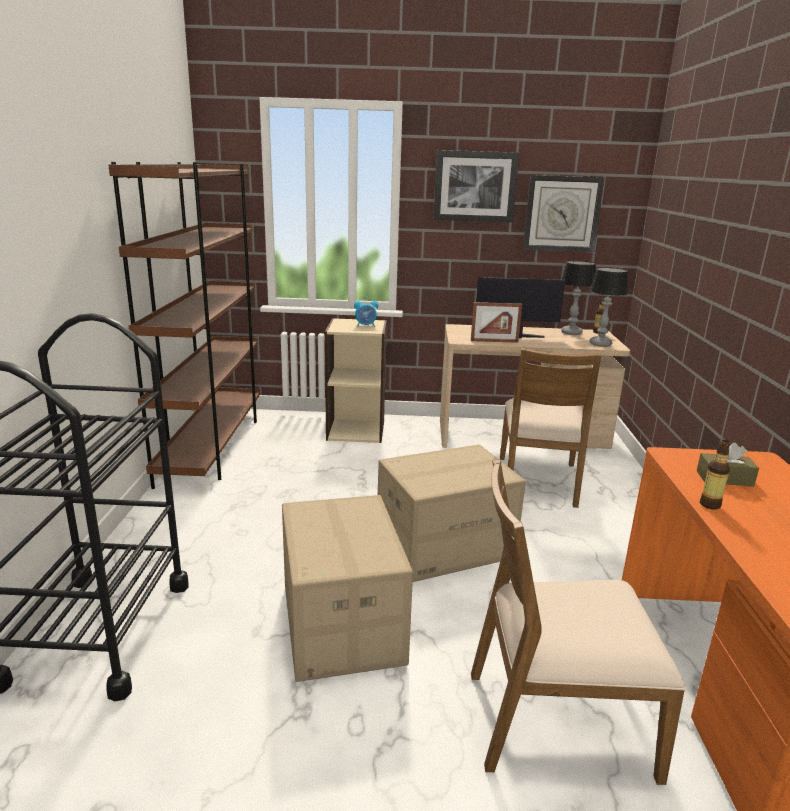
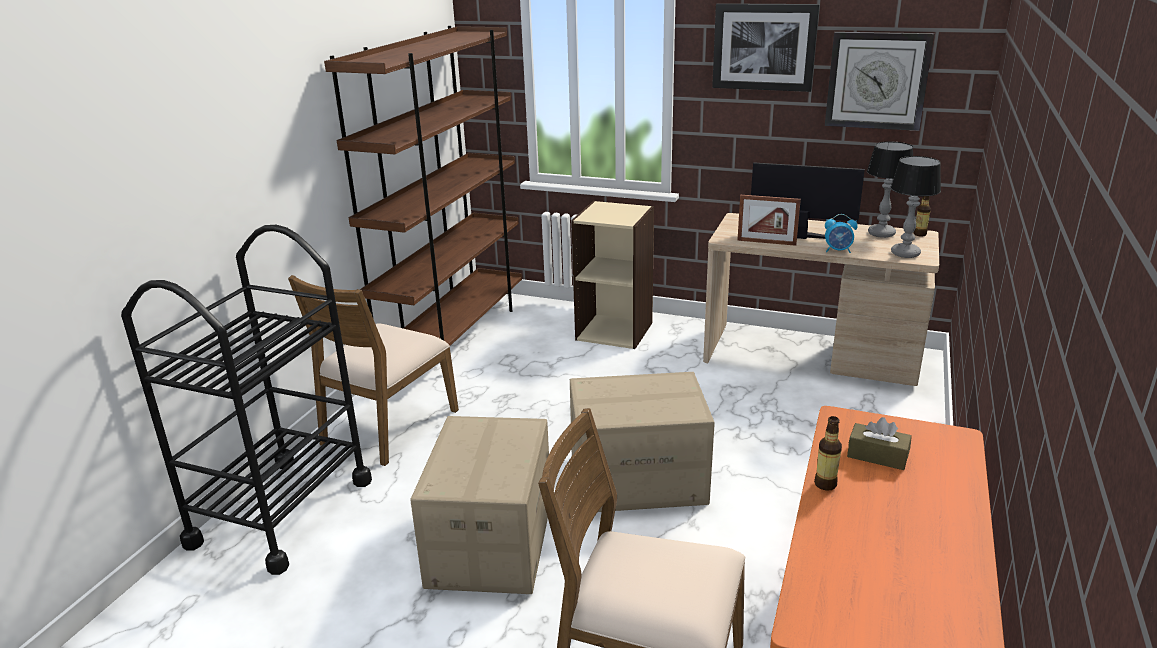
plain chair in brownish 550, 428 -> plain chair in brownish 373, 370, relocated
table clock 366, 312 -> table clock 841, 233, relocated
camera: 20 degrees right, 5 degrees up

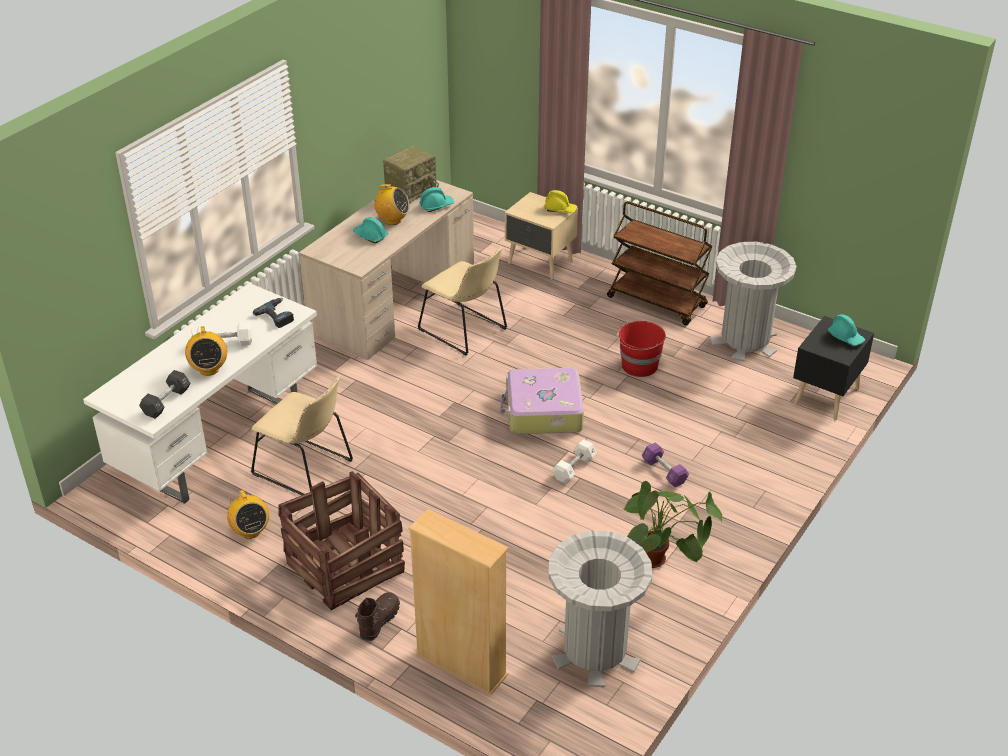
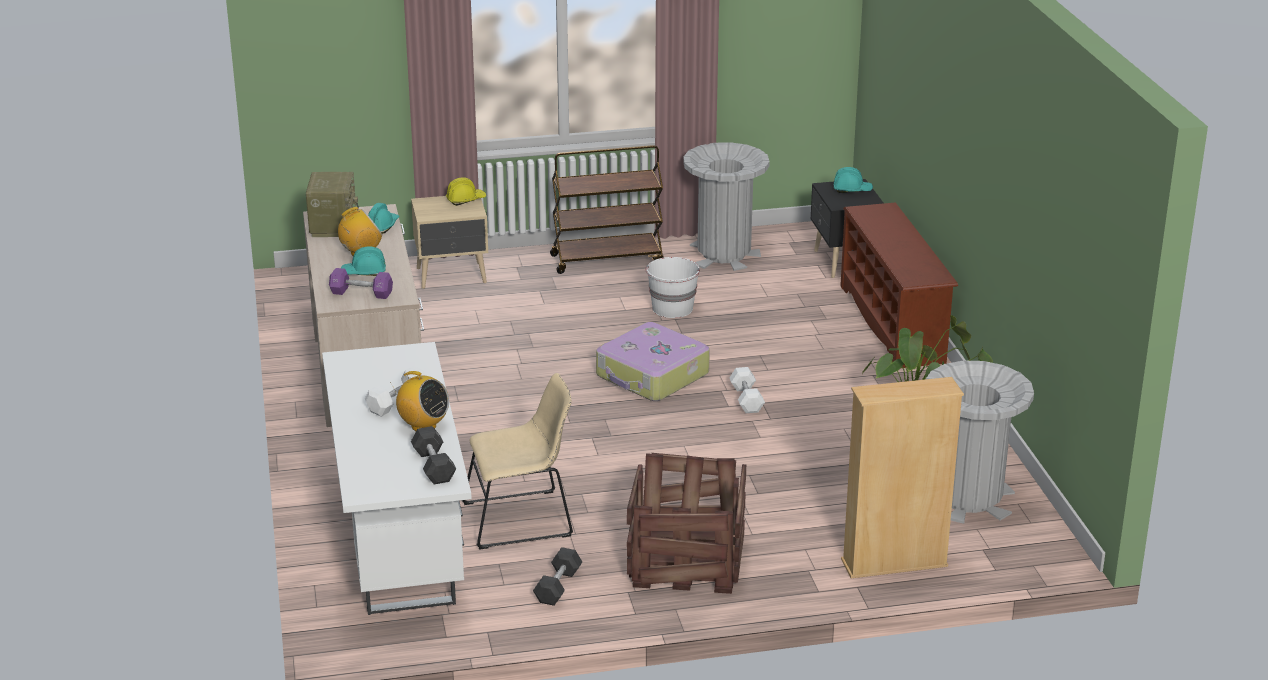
hand weight in purplish 665, 464 -> hand weight in purplish 361, 283, relocated
radio set 248, 514 -> hand weight in black 557, 576
bucket in red-coloured 641, 349 -> bucket in white-coloured 672, 287
none -> shoe stand in brownish 899, 285
drill 273, 313 -> none
boot in brownish 377, 616 -> none
plain chair in sand-coloured 462, 301 -> none
camera: 45 degrees left, 10 degrees down

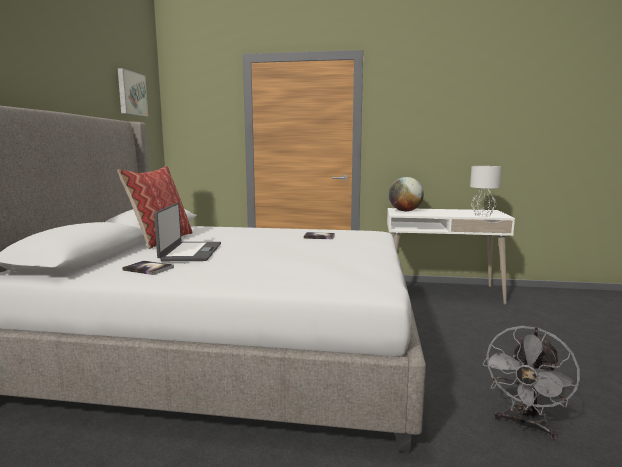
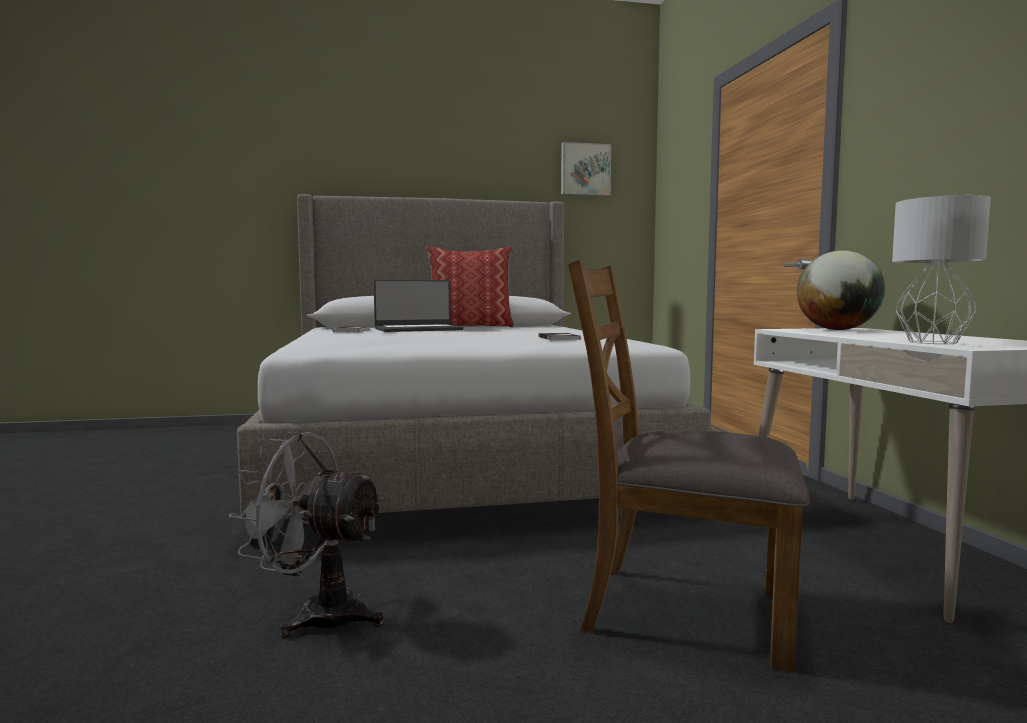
none -> plain chair in brownish 689, 466
camera: 70 degrees right, 5 degrees down

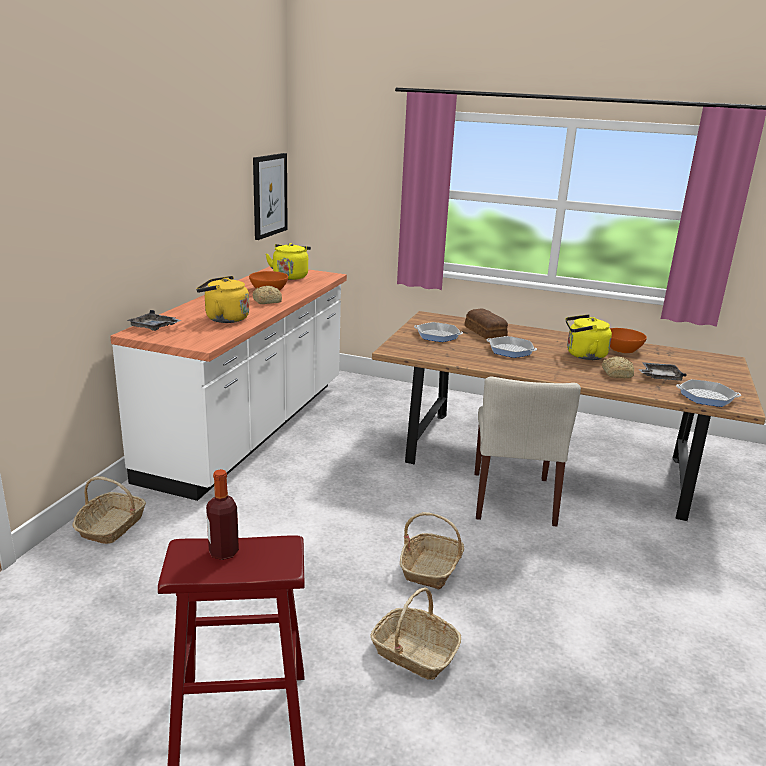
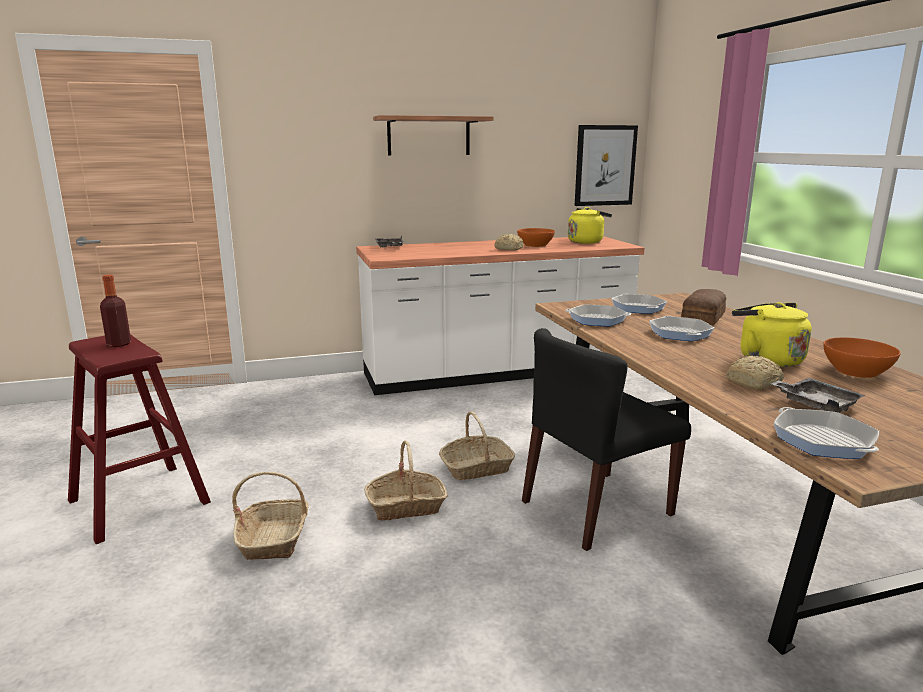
none -> shelf 433, 135
household basket 109, 510 -> household basket 477, 445, relocated
plain chair in sand-coloured 528, 451 -> plain chair in black 606, 439
none -> skillet 598, 315
kettle in yellow-coloured 222, 299 -> none
camera: 55 degrees right, 5 degrees down

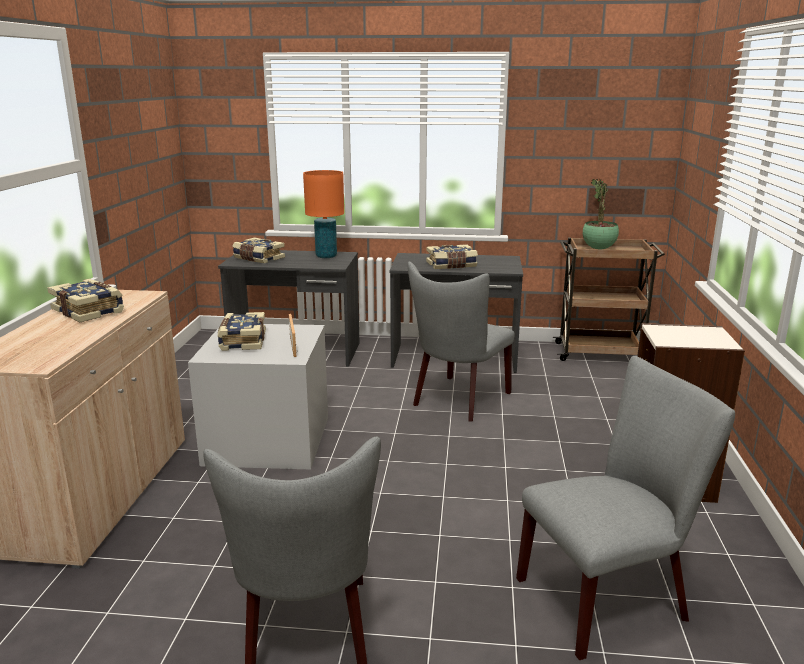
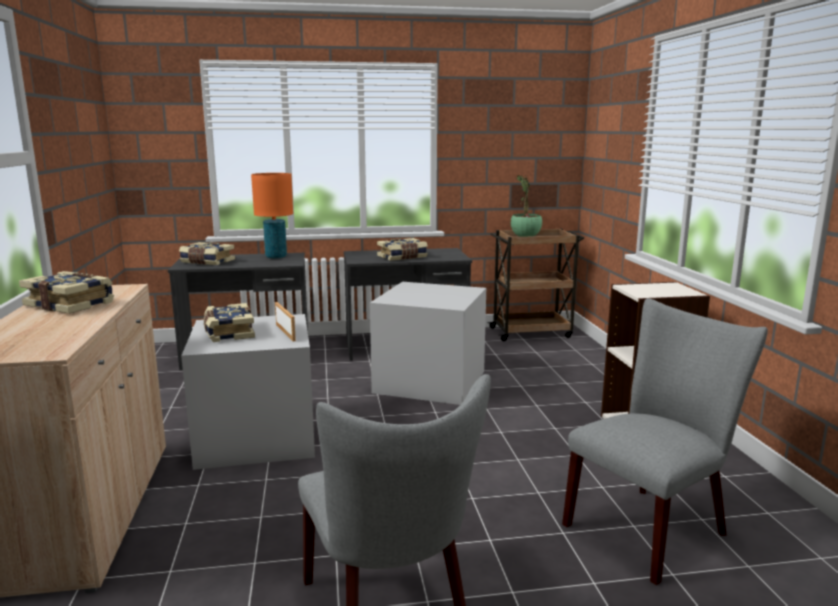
plain chair in greyish 461, 342 -> storage container in greyish 428, 343
camera: 15 degrees left, 5 degrees down

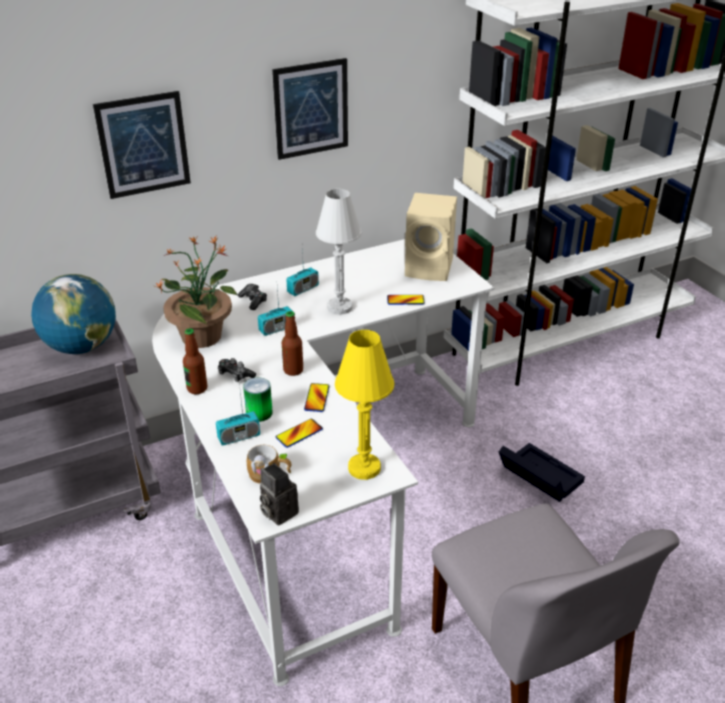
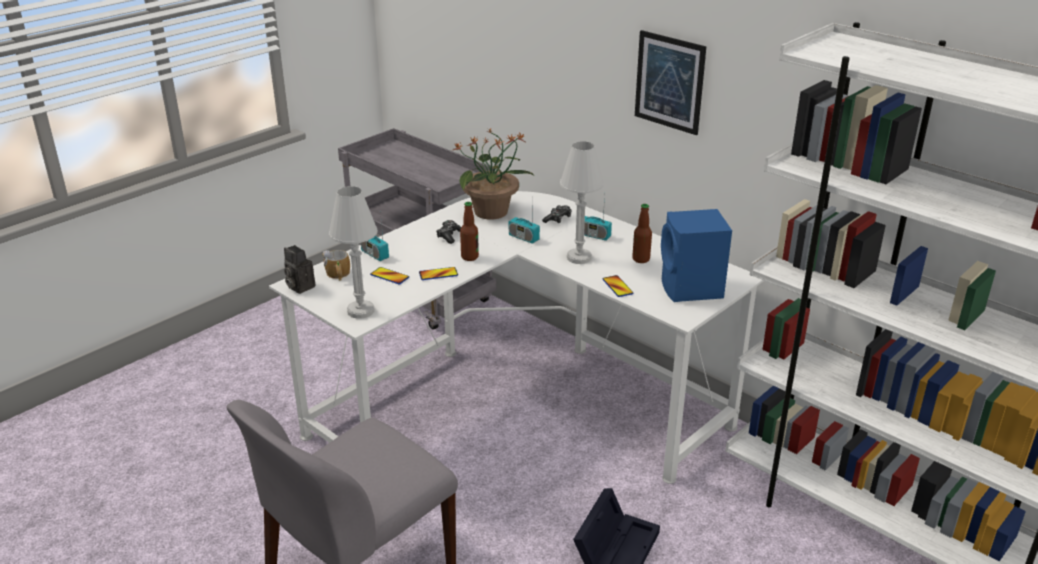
still camera 279, 494 -> still camera 299, 269, 75 degrees counterclockwise
lamp for a table in yellow-coloured 364, 405 -> lamp for a table in white-coloured 353, 252
drink bottle 195, 361 -> drink bottle 642, 233, relocated
speaker in sand-coloured 431, 237 -> speaker in blue-coloured 696, 255
world globe 73, 314 -> none
wall picture 142, 145 -> none
metal can 258, 399 -> none
camera: 70 degrees right, 5 degrees down

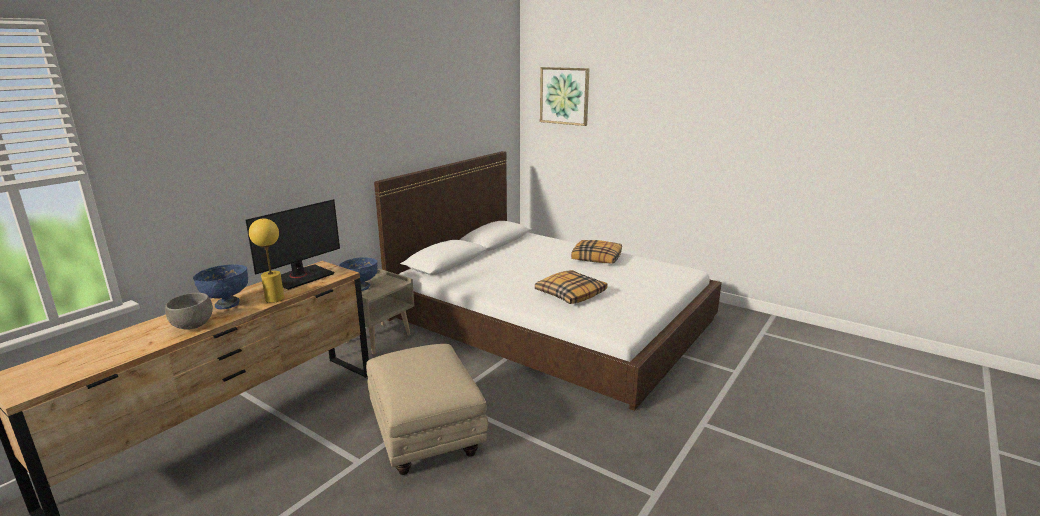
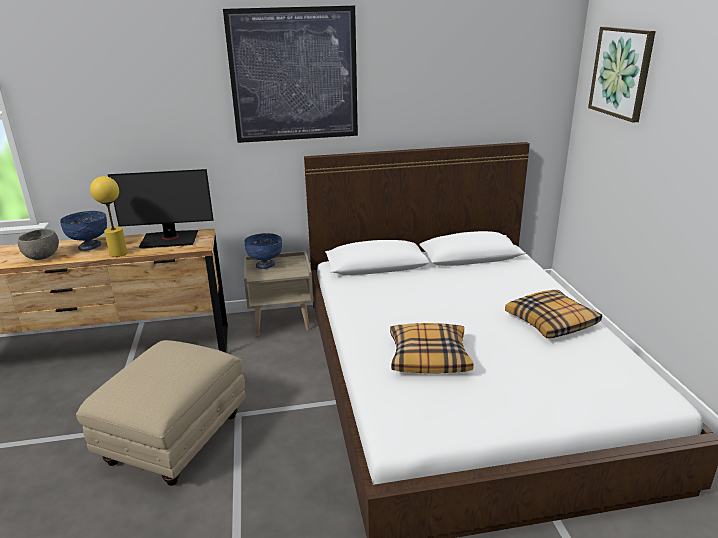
none -> wall picture 290, 74
camera: 45 degrees right, 5 degrees up

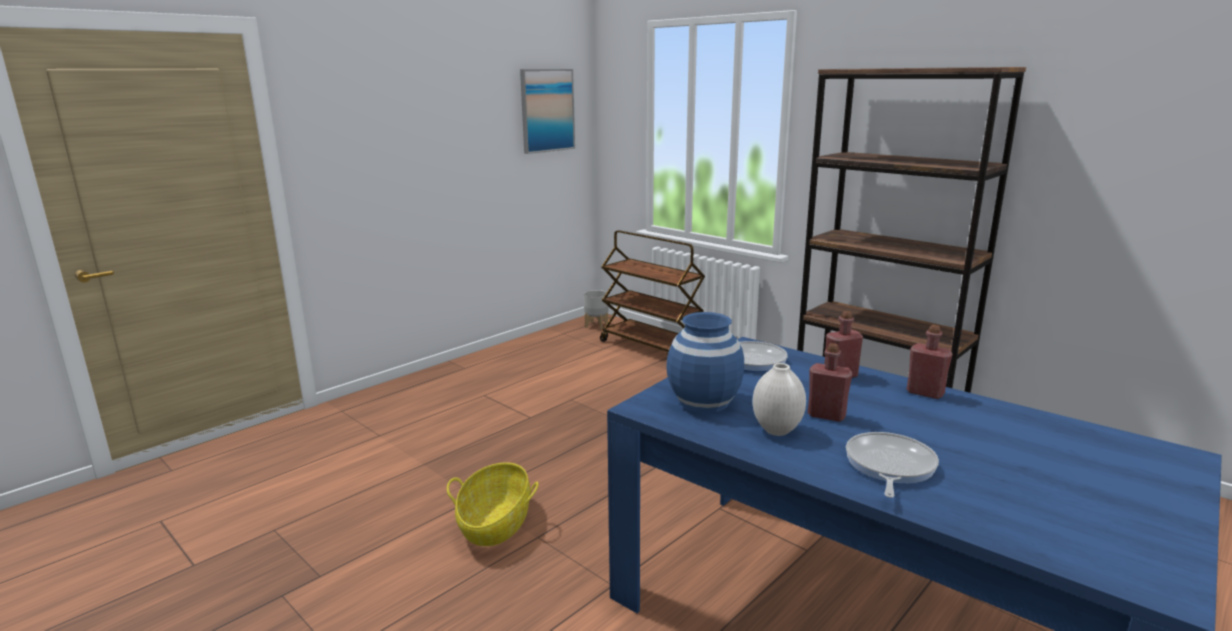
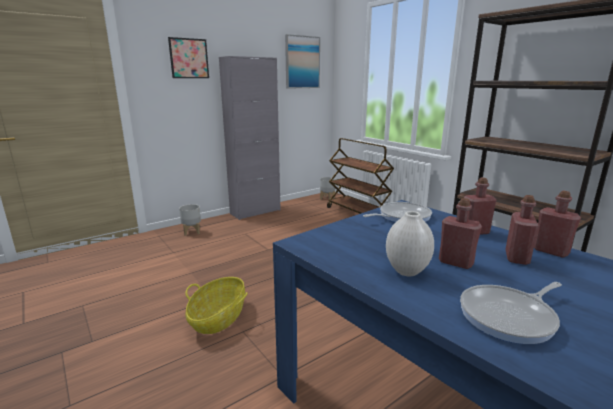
none -> wall picture 188, 57
none -> plant pot in greyish 190, 220
none -> cabinet in greyish 250, 138
skillet 892, 465 -> skillet 511, 313, 150 degrees counterclockwise
none -> drink bottle in red-coloured 522, 230
decorative vase in blue-coloured 705, 362 -> none
camera: 10 degrees right, 0 degrees up

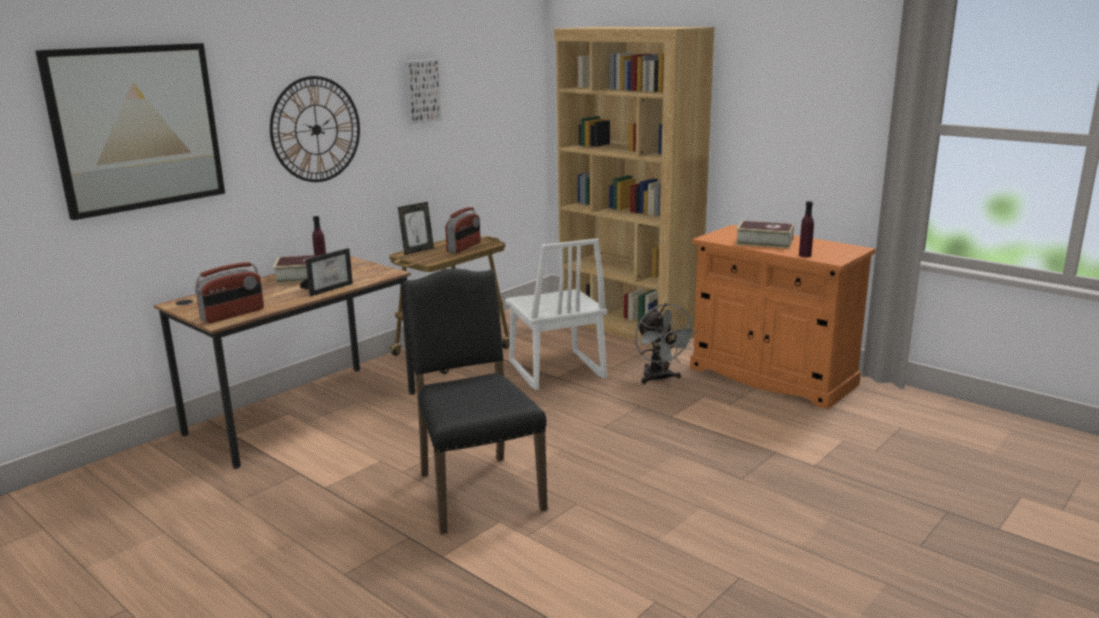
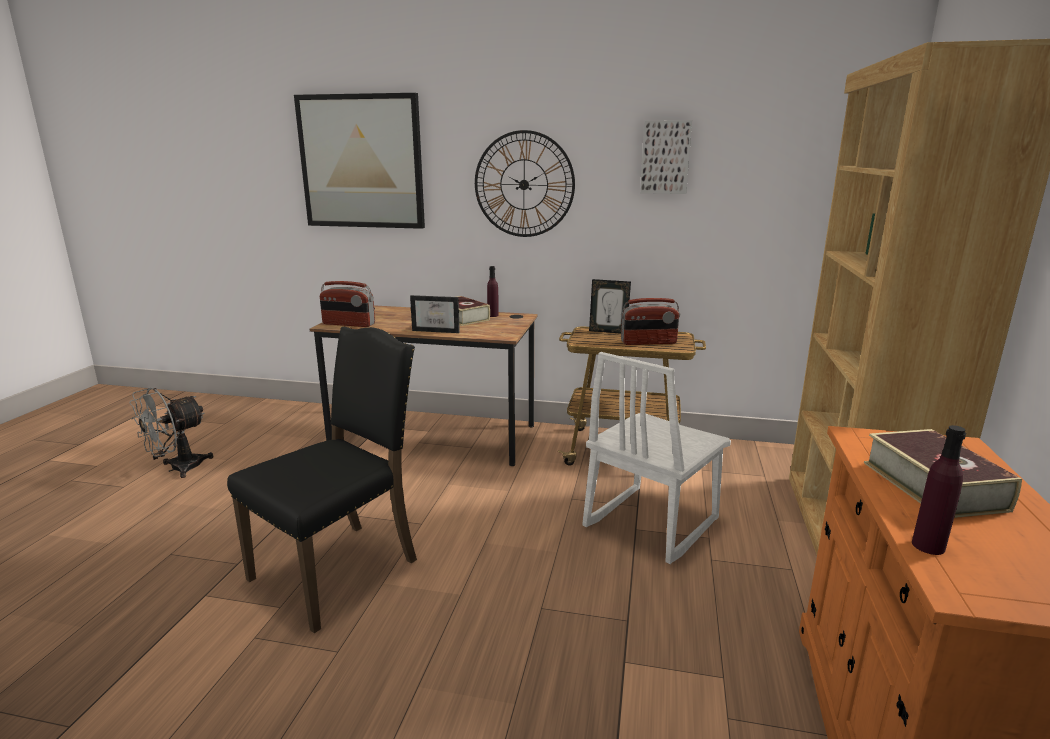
fan in greyish 666, 343 -> fan in greyish 171, 432, relocated
camera: 60 degrees right, 0 degrees up

